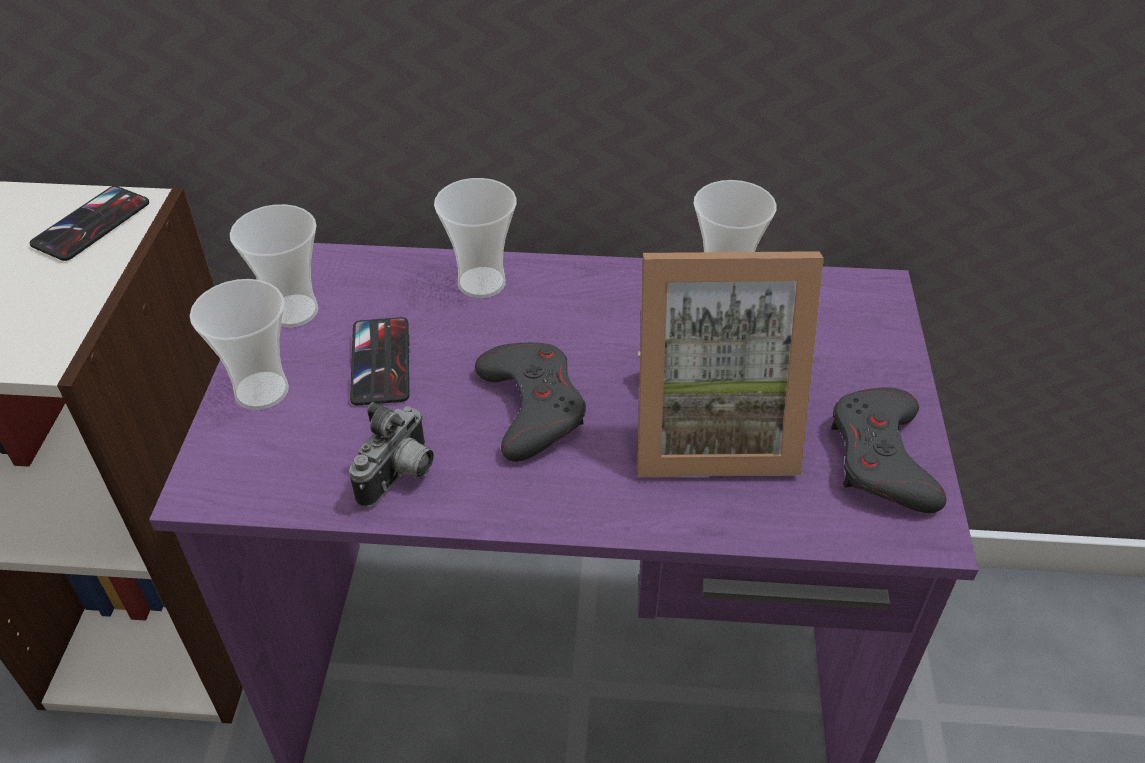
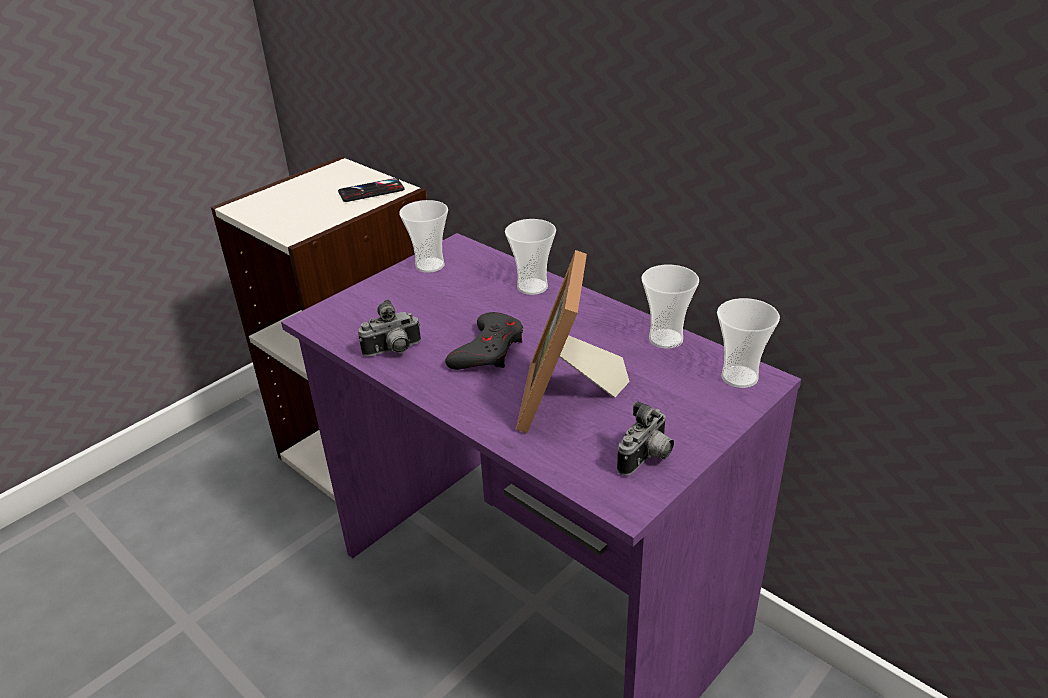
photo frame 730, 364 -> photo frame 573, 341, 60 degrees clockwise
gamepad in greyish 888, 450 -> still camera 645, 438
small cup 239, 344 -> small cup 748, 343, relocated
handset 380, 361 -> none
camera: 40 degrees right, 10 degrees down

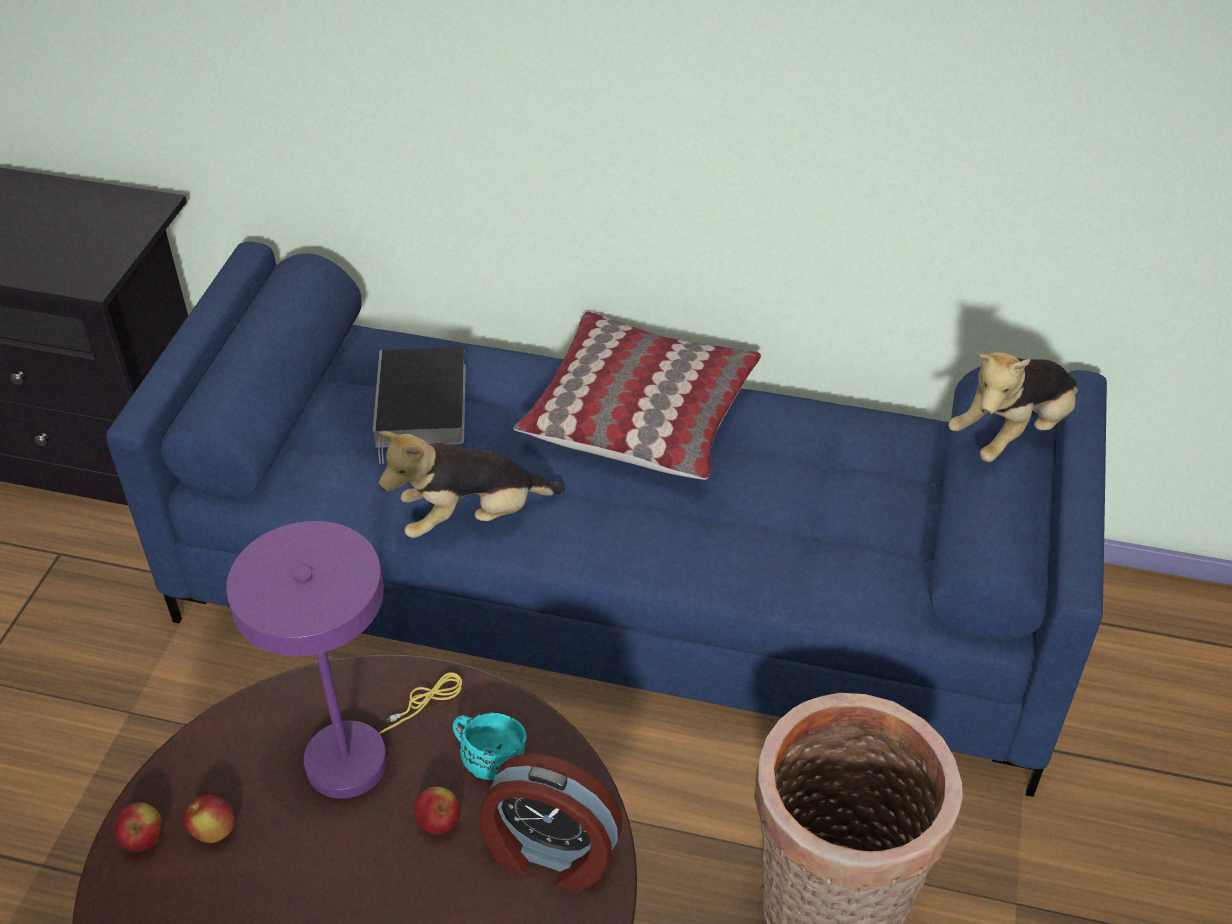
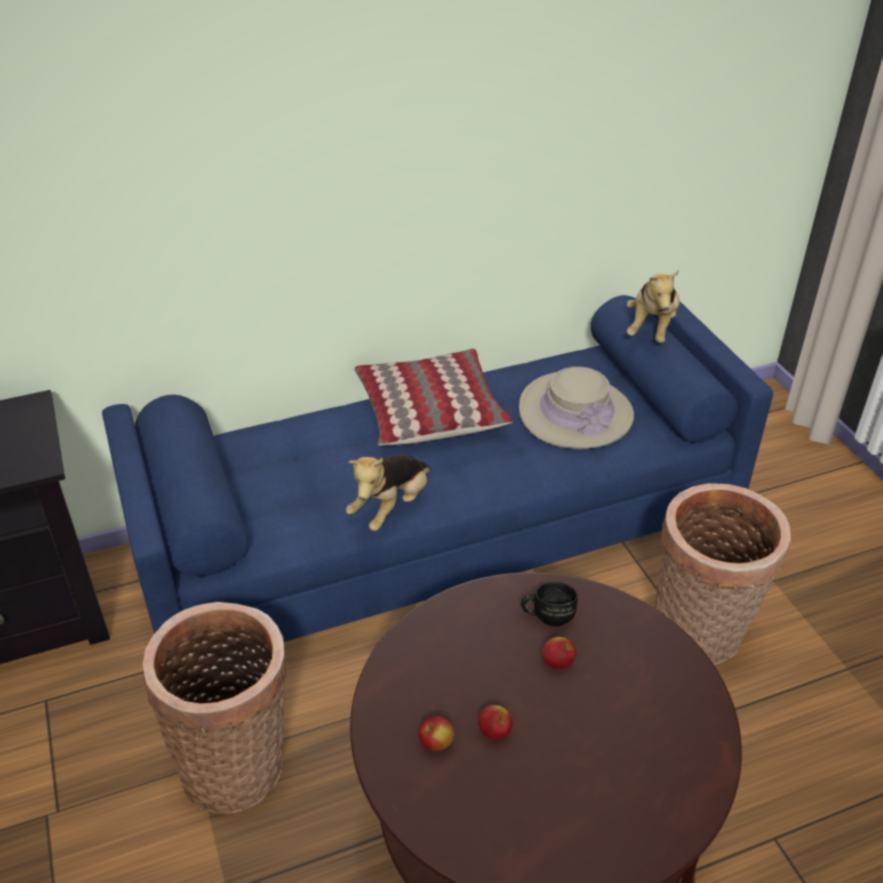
none -> household basket 215, 708
apple 138, 827 -> apple 495, 722, relocated
none -> wearable hat in sand-coloured 576, 408
coffee mug in blue-green 490, 746 -> coffee mug in black 549, 604
lamp for a table in purplish 344, 660 -> none
volume 419, 405 -> none
table clock 551, 822 -> none
camera: 35 degrees left, 5 degrees down

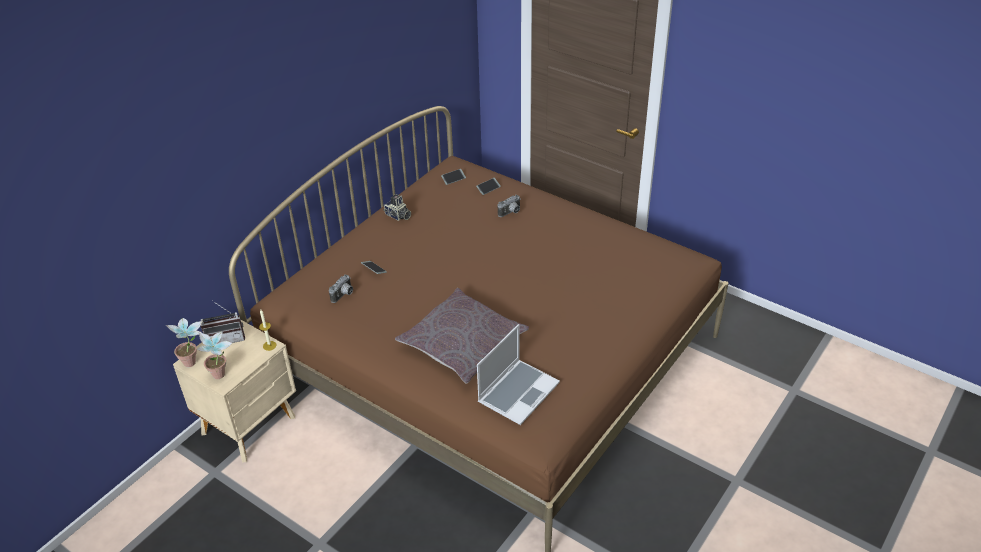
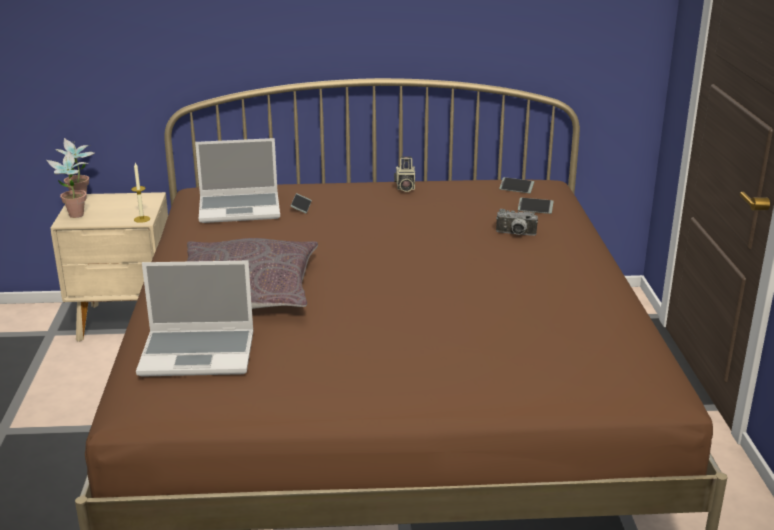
still camera 341, 288 -> notebook computer 237, 180
radio set 223, 322 -> none
camera: 50 degrees right, 15 degrees down

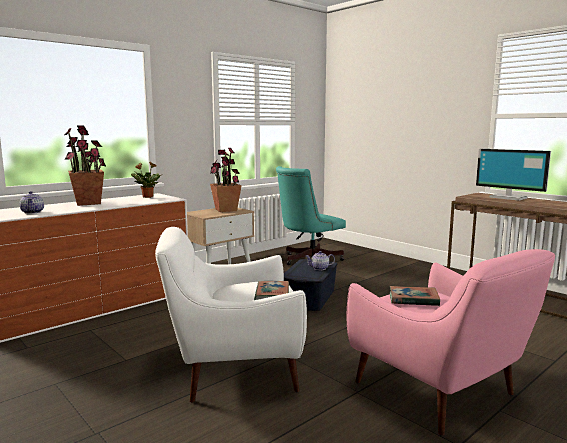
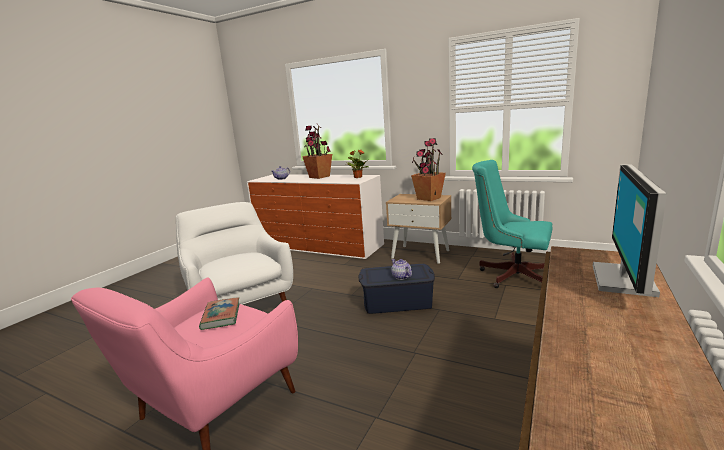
volume 271, 290 -> none
camera: 70 degrees right, 5 degrees up

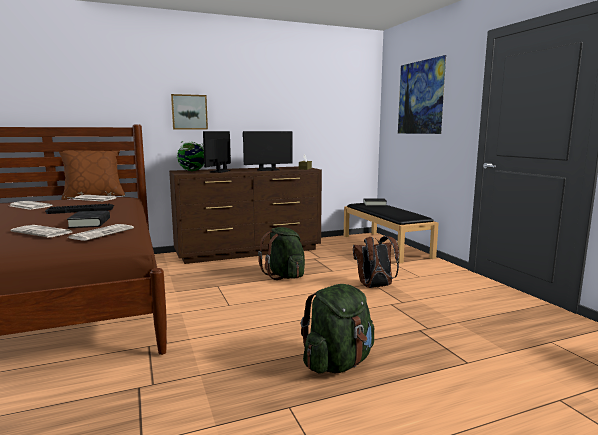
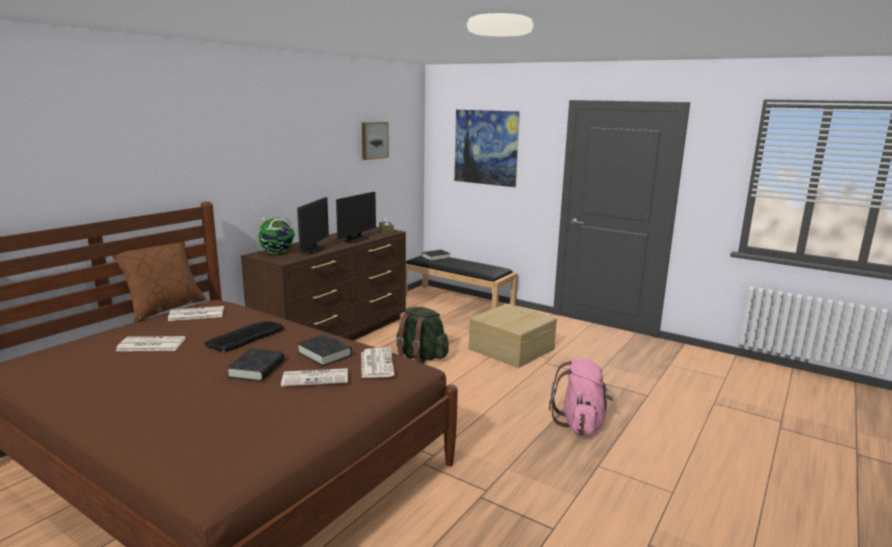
none -> volume in black 256, 364
computer display 217, 152 -> computer display 313, 225, 150 degrees counterclockwise
wall picture 189, 112 -> wall picture 375, 141, relocated
knapsack in brownish 376, 262 -> storage container in sand-coloured 513, 335
knapsack in green 337, 328 -> knapsack in pink-coloured 581, 396
camera: 35 degrees left, 5 degrees up

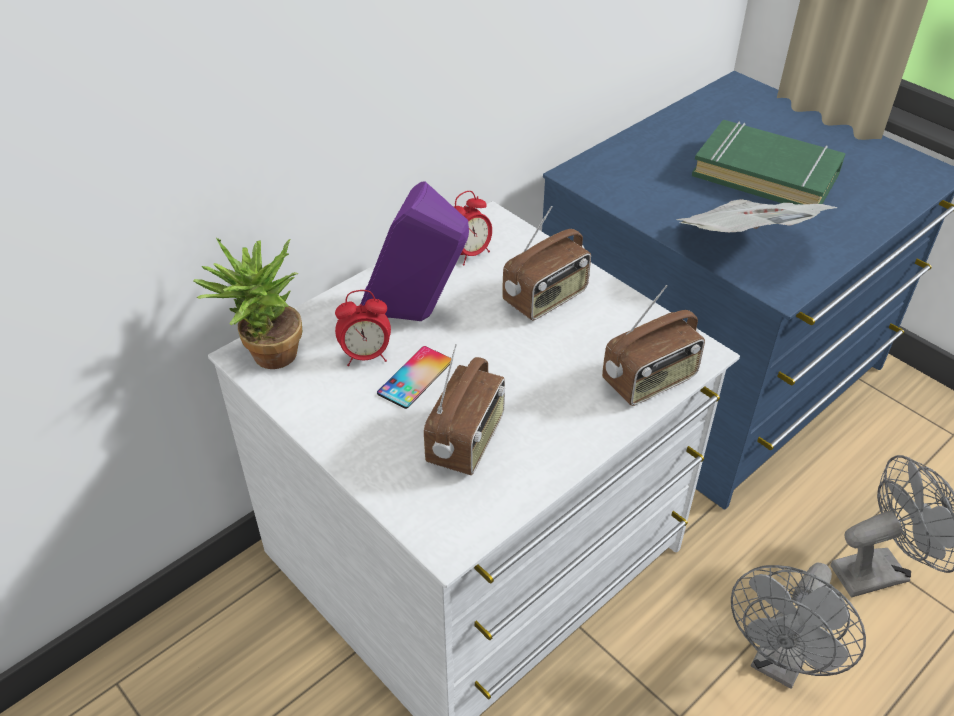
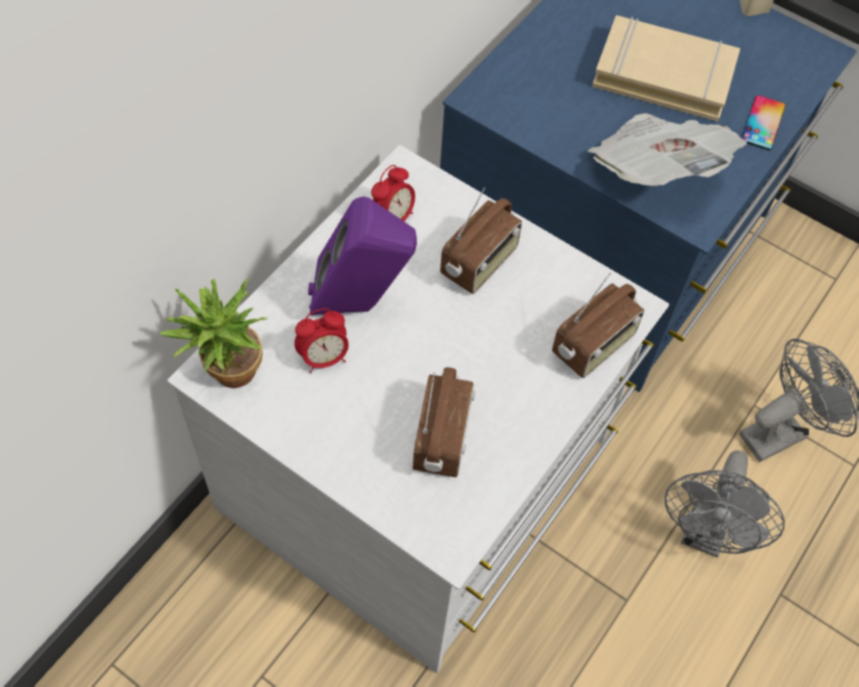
volume in green 769, 162 -> volume in sand-coloured 666, 68
handset 414, 377 -> handset 763, 122, relocated
camera: 15 degrees left, 15 degrees up

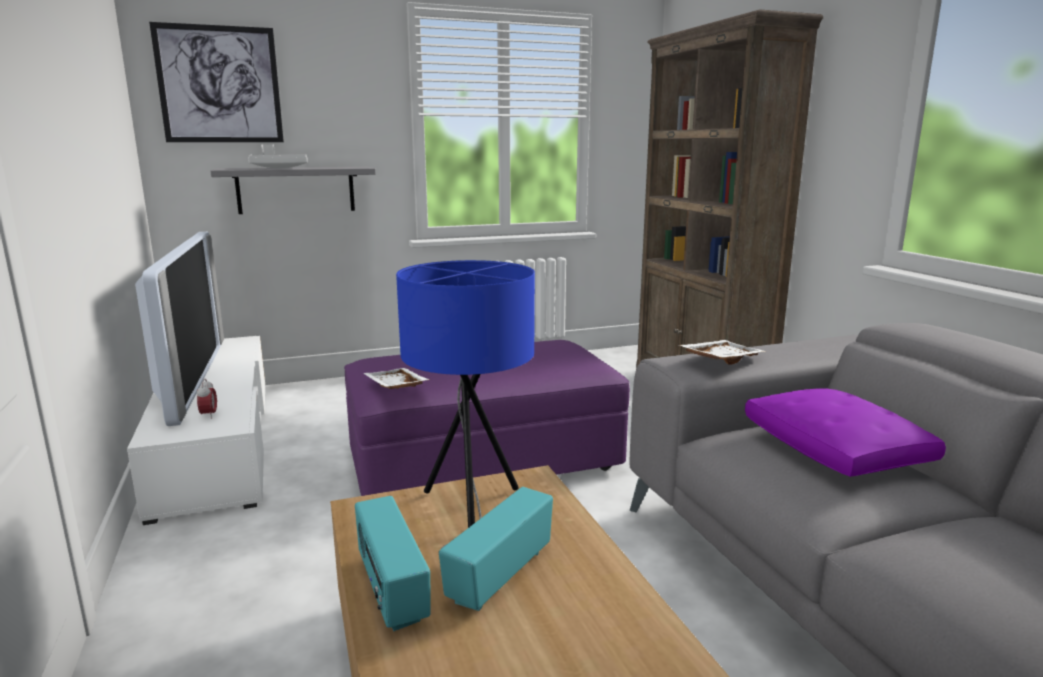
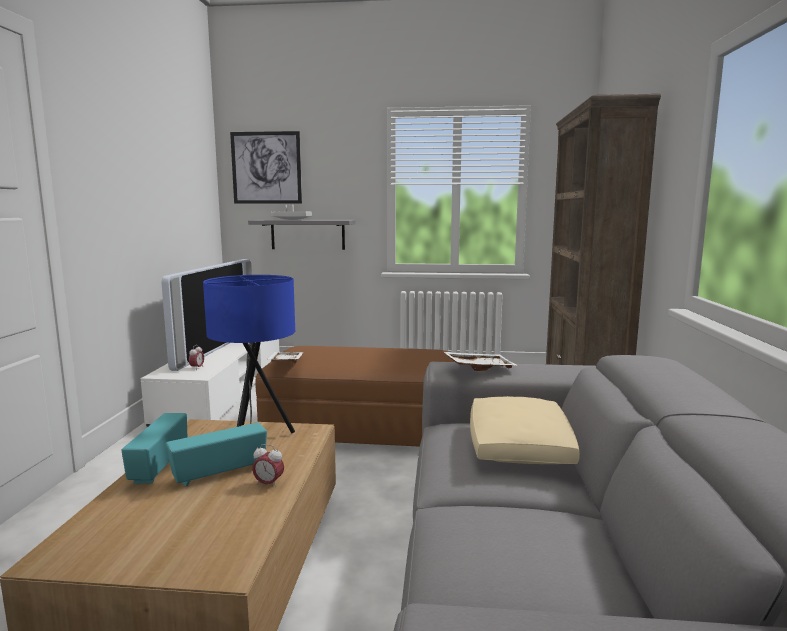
none -> table clock 268, 466
pouffe in purplish 487, 418 -> pouffe in brownish 354, 396
cushion in purplish 845, 433 -> cushion in sand-coloured 525, 430
camera: 25 degrees right, 5 degrees down

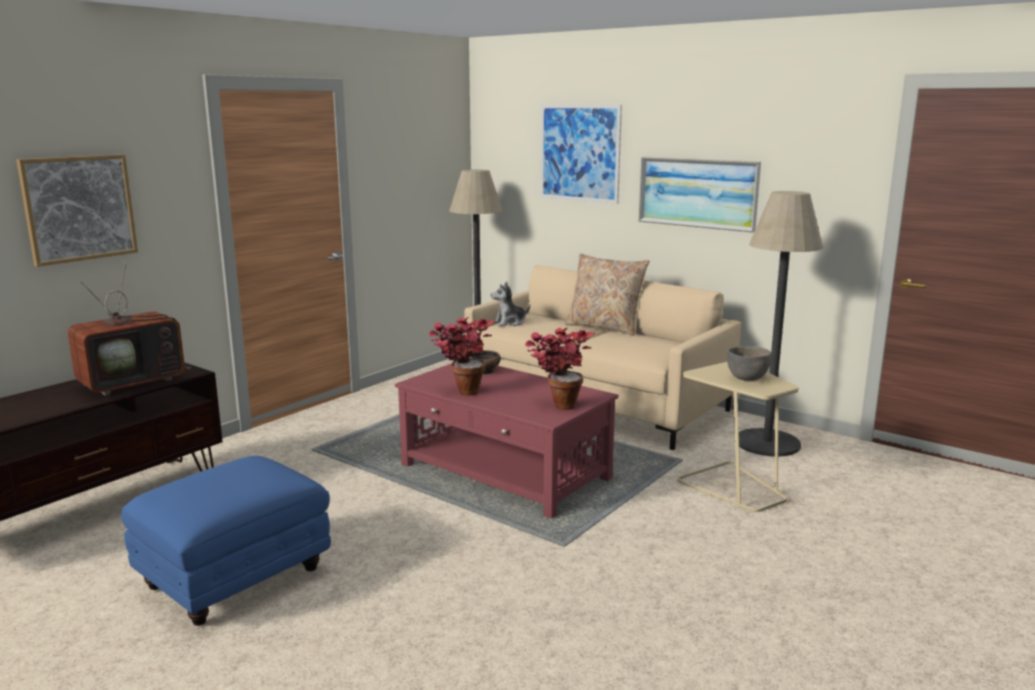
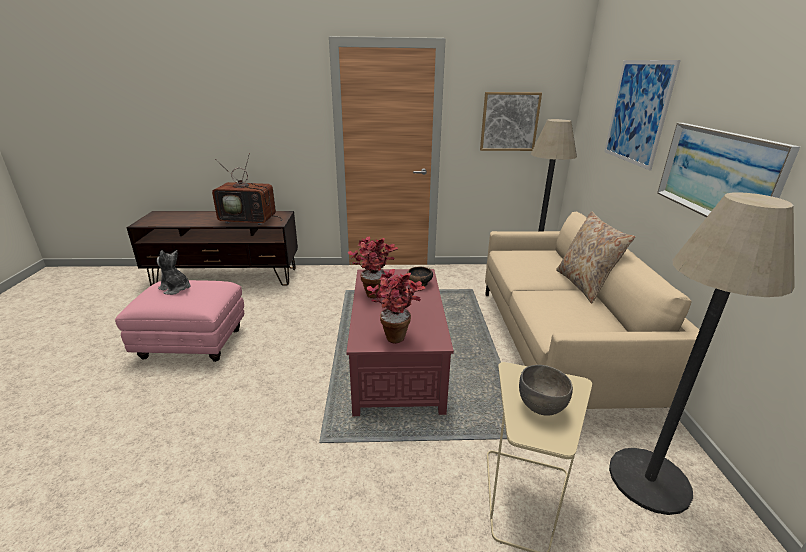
pouffe in blue-coloured 226, 541 -> pouffe in pink-coloured 179, 321
cuddly toy 510, 304 -> cuddly toy 174, 272, relocated
wall picture 77, 210 -> wall picture 511, 121, relocated
camera: 50 degrees right, 10 degrees up

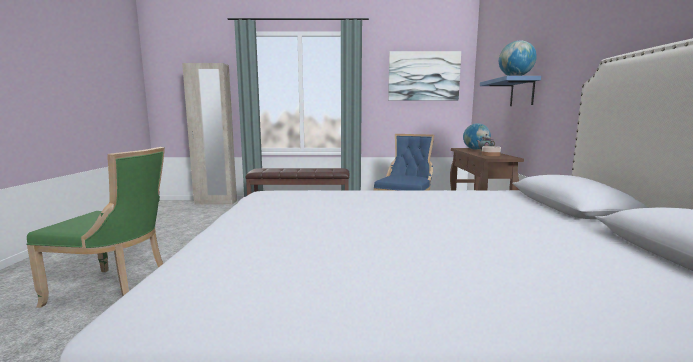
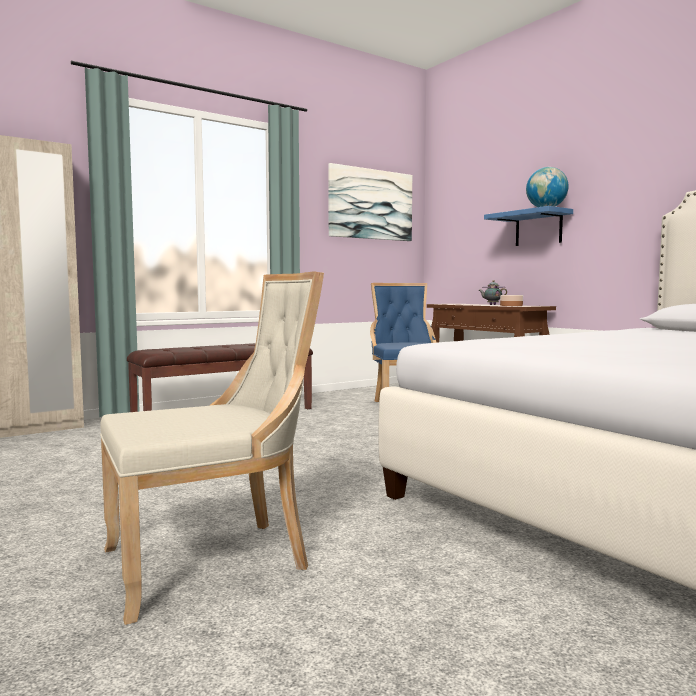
plain chair in green 95, 227 -> plain chair in sand-coloured 212, 448
world globe 477, 136 -> none
camera: 35 degrees left, 5 degrees down

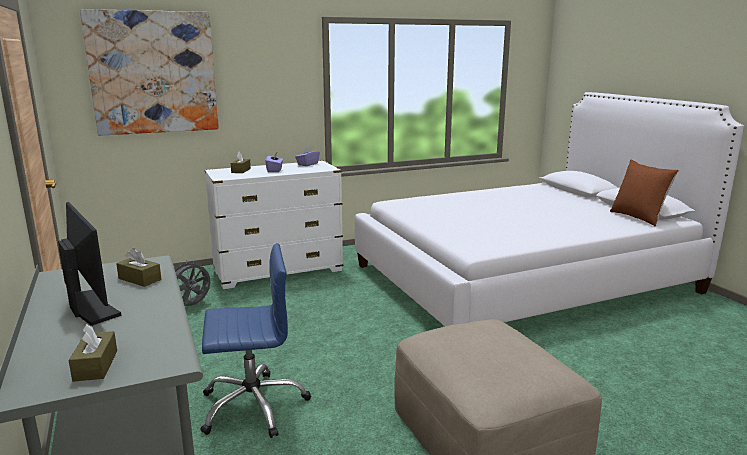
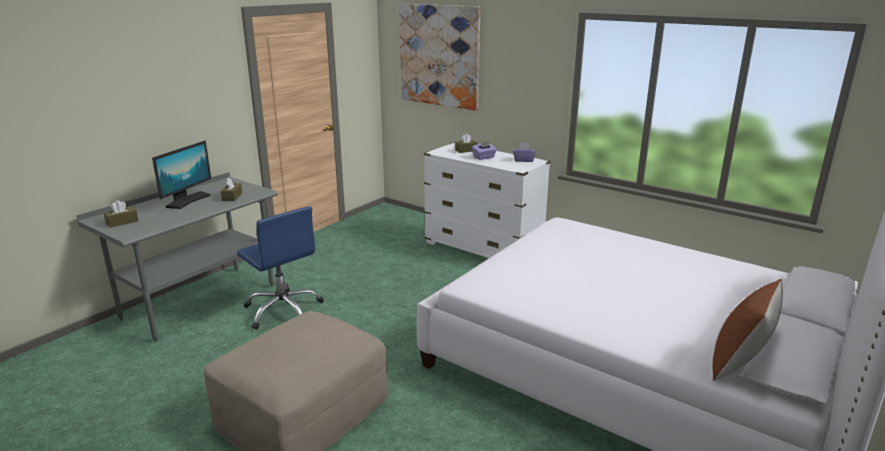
fan in greyish 192, 283 -> none
camera: 60 degrees right, 5 degrees up

